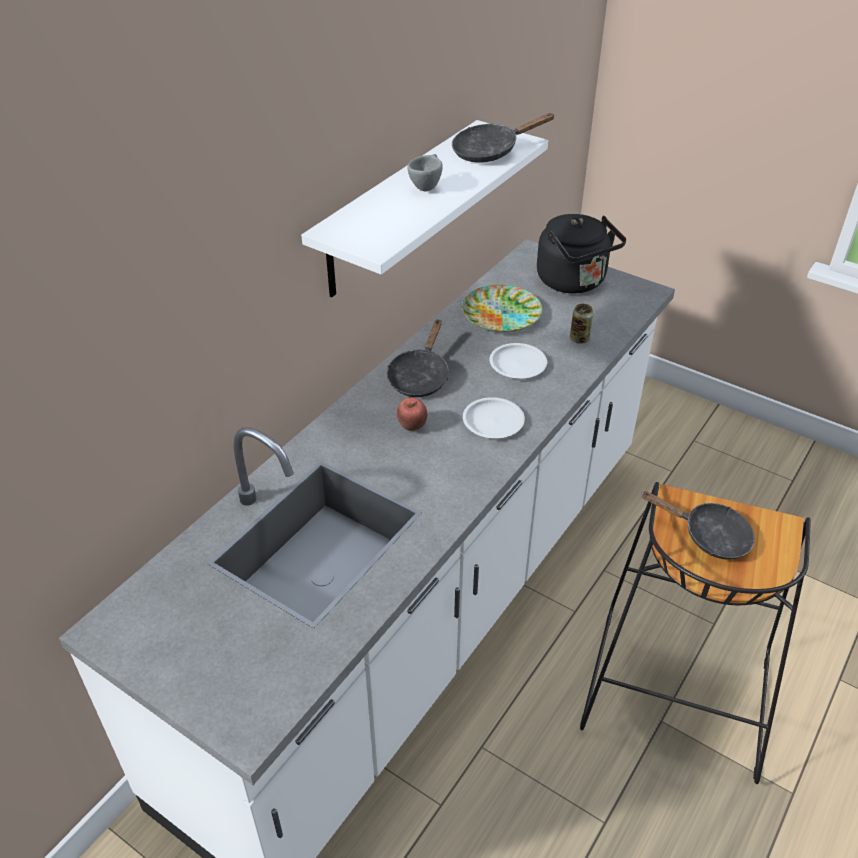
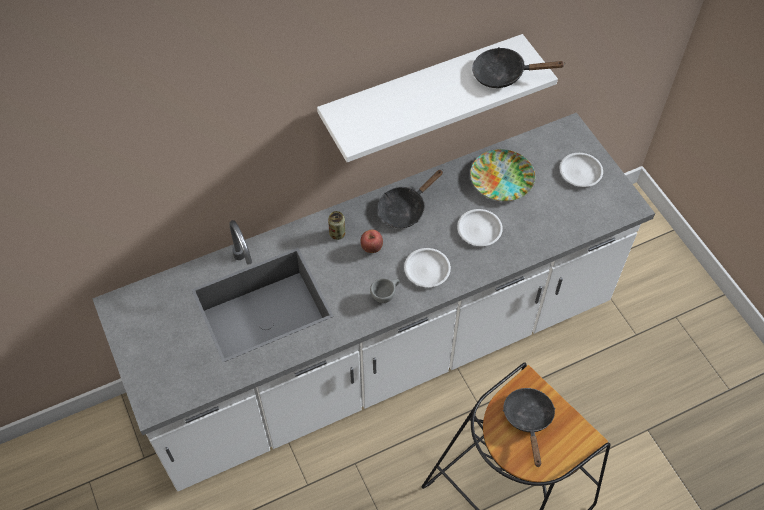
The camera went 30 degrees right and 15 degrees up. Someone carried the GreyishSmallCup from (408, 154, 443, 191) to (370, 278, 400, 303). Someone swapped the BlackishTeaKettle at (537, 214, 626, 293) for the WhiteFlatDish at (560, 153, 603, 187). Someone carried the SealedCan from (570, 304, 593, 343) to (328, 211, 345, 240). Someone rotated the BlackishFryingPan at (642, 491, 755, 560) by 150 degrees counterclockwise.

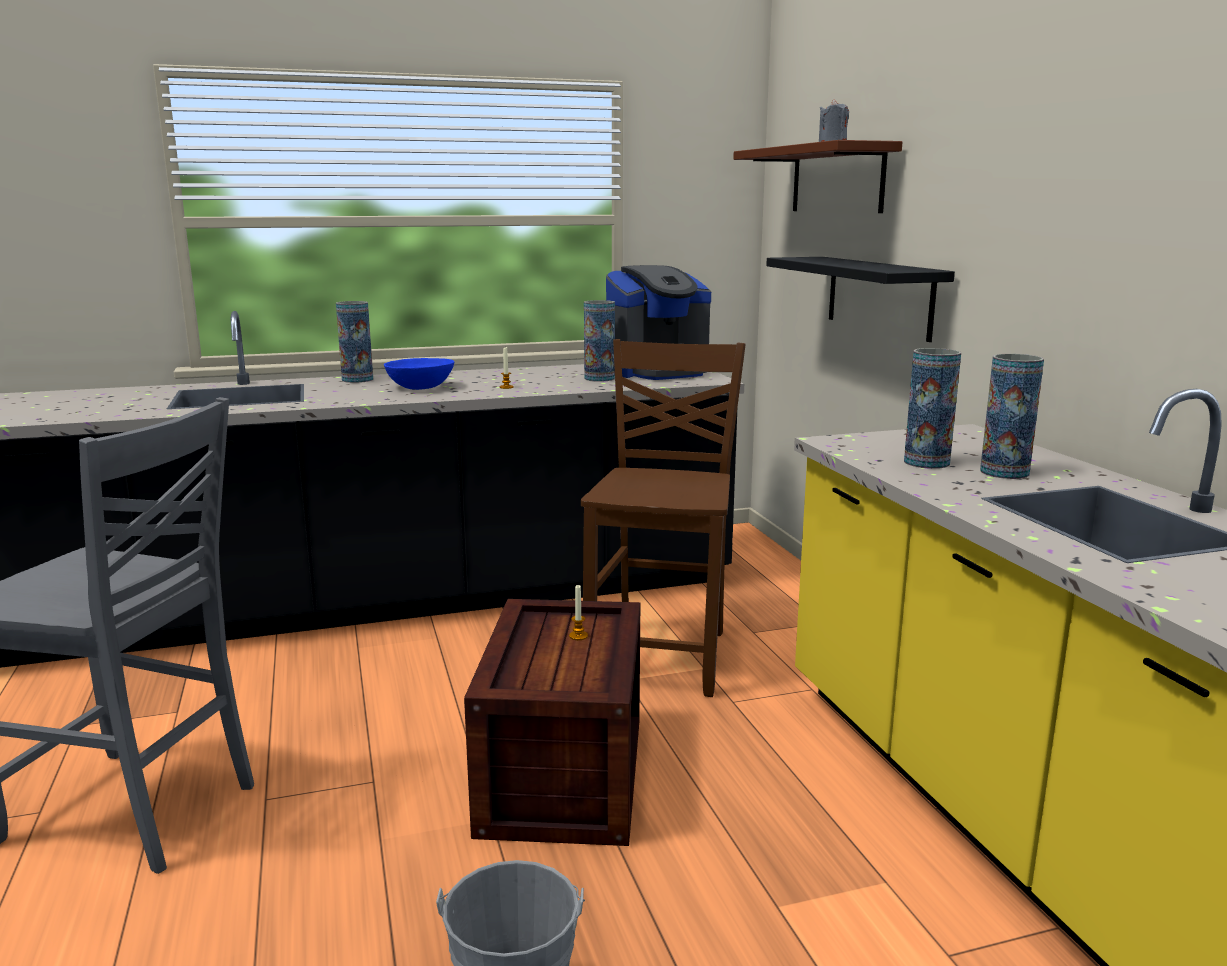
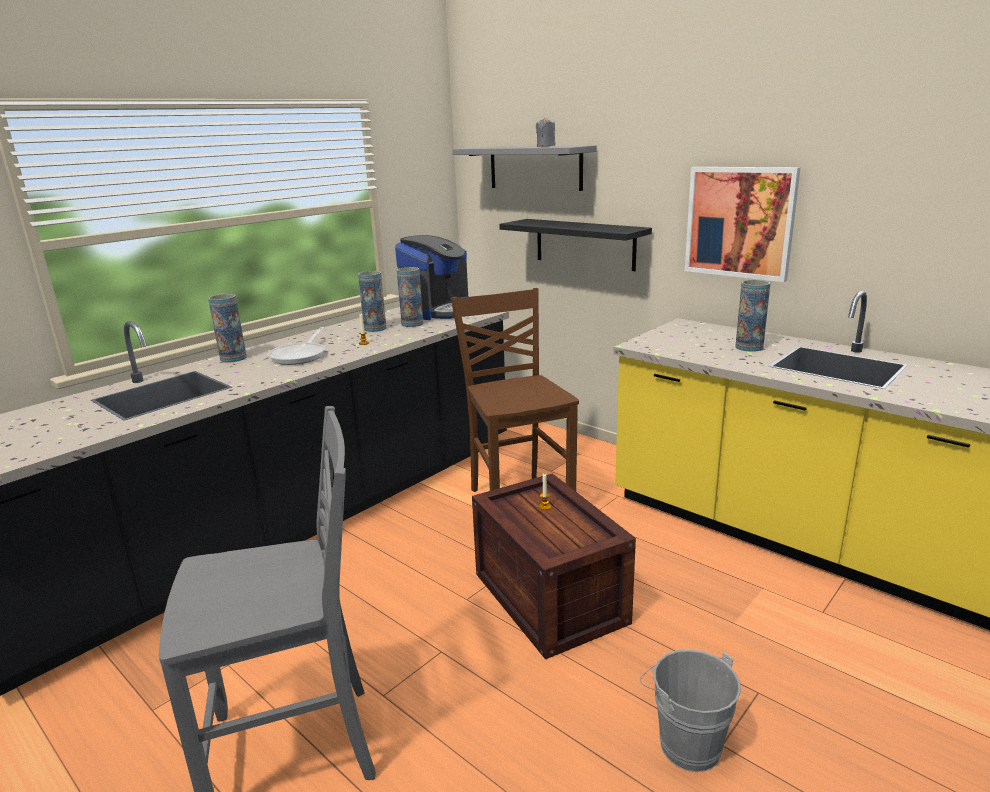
The camera went 30 degrees left and 5 degrees up. Someone repainted the BrownWallShelf at (733, 140, 902, 213), which became the GreyishWallShelf at (452, 145, 597, 191). Someone carried the Vase from (904, 348, 961, 469) to (358, 271, 386, 332). Someone swapped the BluishDeepDish at (384, 358, 454, 390) for the FryingPan at (268, 327, 325, 365). Someone put up the Picture at (685, 167, 801, 282).

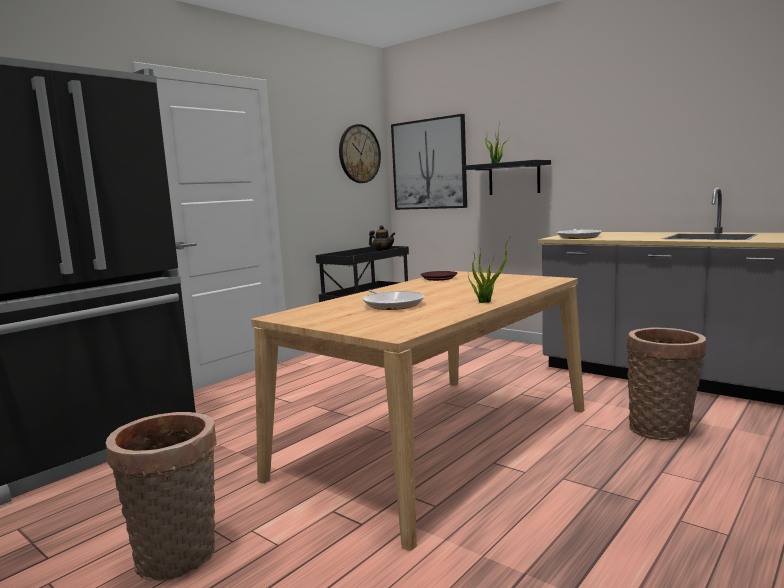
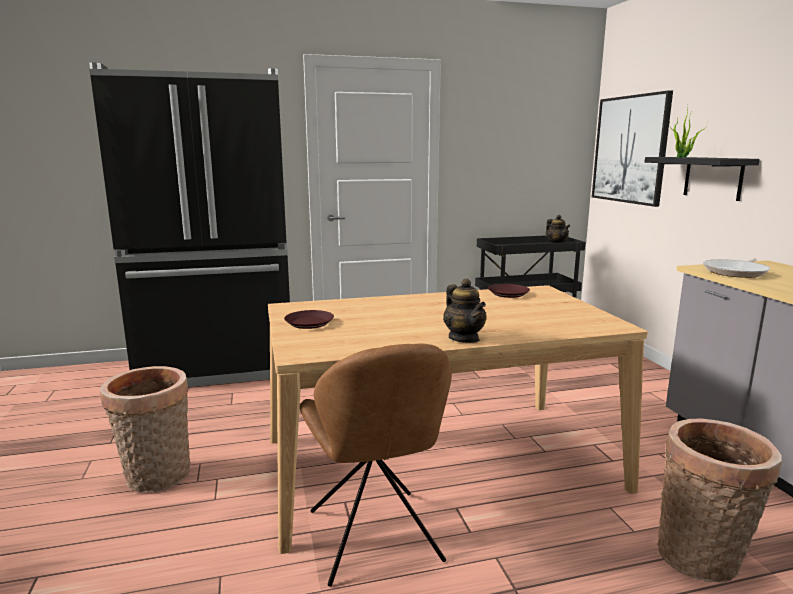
The camera went 35 degrees right and 5 degrees up. Someone took away the HangingClock at (339, 124, 381, 183). Someone swapped the PlantInAPot at (467, 235, 512, 303) for the PotForTea at (443, 279, 487, 343). Someone took away the FryingPan at (363, 289, 425, 310). Someone put down the BrownFlatDish at (284, 310, 334, 329). Someone put down the BrownChair at (300, 343, 452, 587).

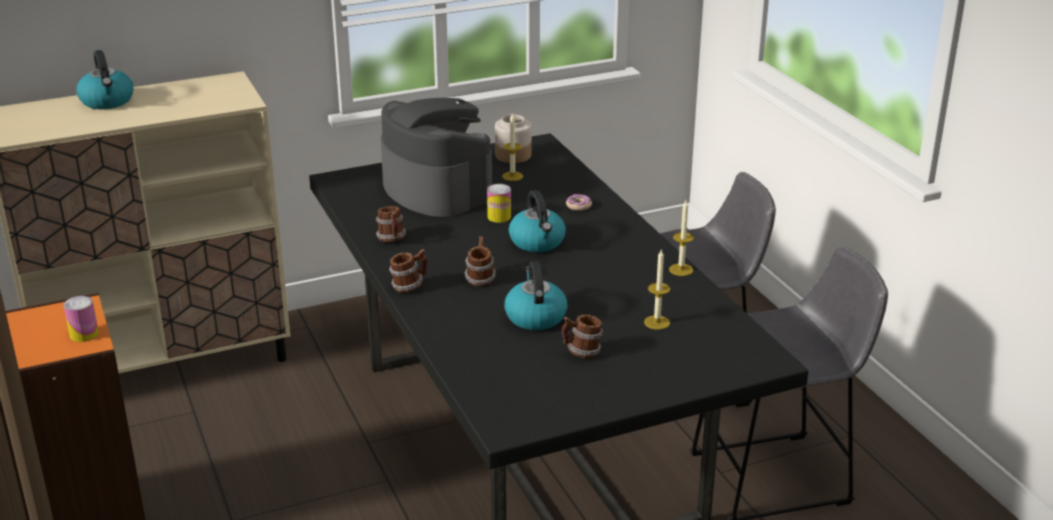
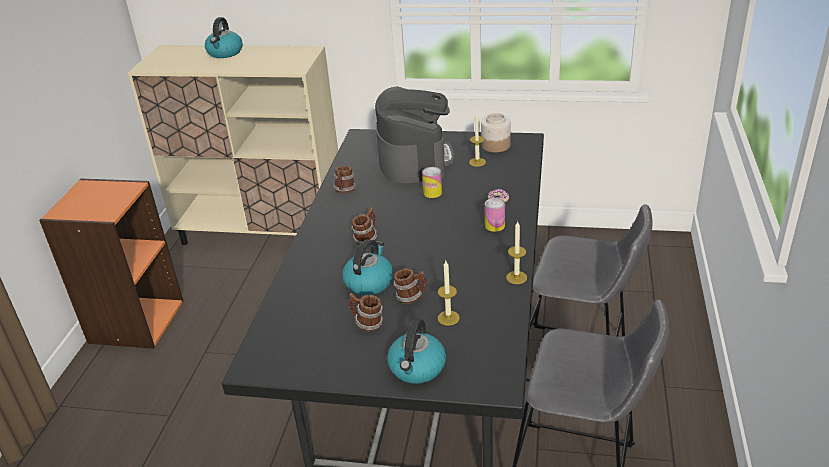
The camera went 35 degrees right and 5 degrees up. Someone carried the TeaKettle from (509, 190, 566, 252) to (387, 318, 446, 384). Someone carried the TeaMug from (389, 249, 428, 293) to (394, 268, 426, 304). Someone carried the SealedCan from (64, 296, 99, 342) to (485, 198, 505, 232).

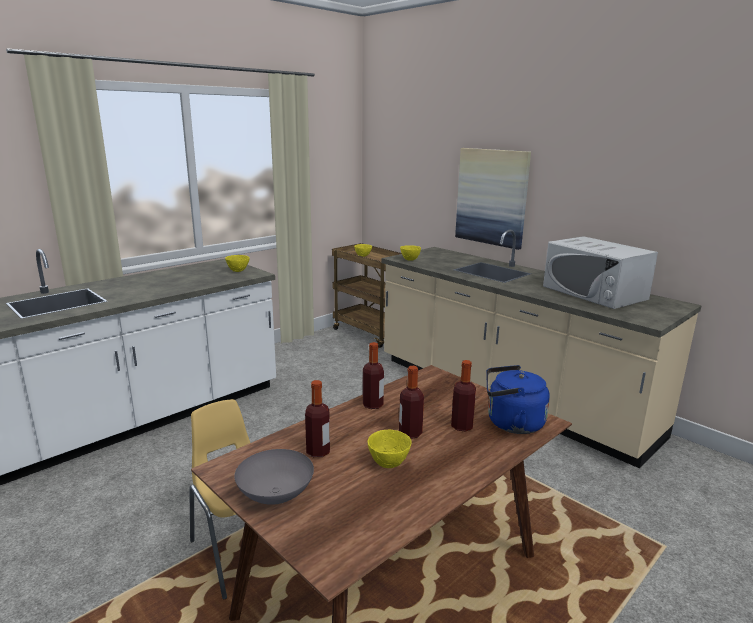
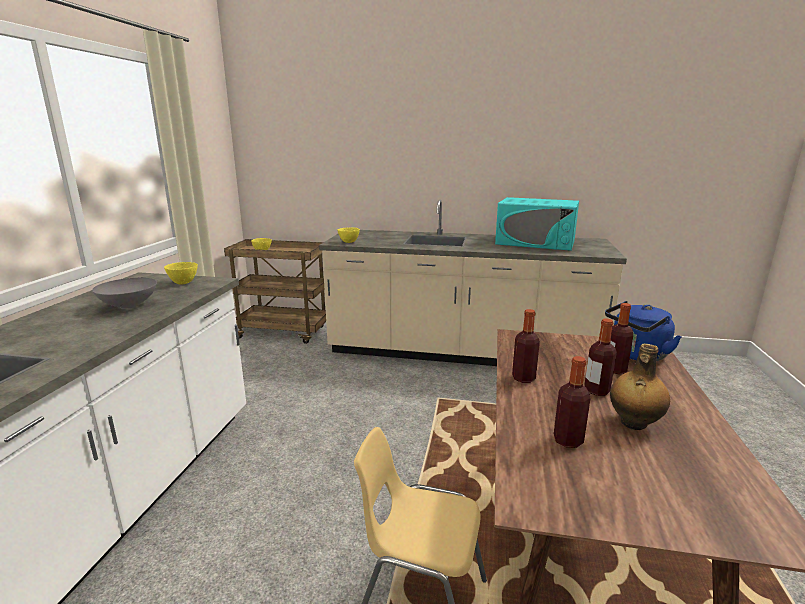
The camera went 35 degrees left and 0 degrees up. Someone took away the Picture at (455, 148, 531, 250). Someone repainted the WhiteKitchenMicrowave at (543, 236, 658, 309), which became the BlueGreenKitchenMicrowave at (495, 197, 579, 251). Someone swapped the YellowishDeepDish at (367, 430, 412, 468) for the BeverageBottle at (610, 343, 670, 430). Someone carried the GreyishDeepDish from (234, 449, 314, 505) to (92, 278, 157, 309).

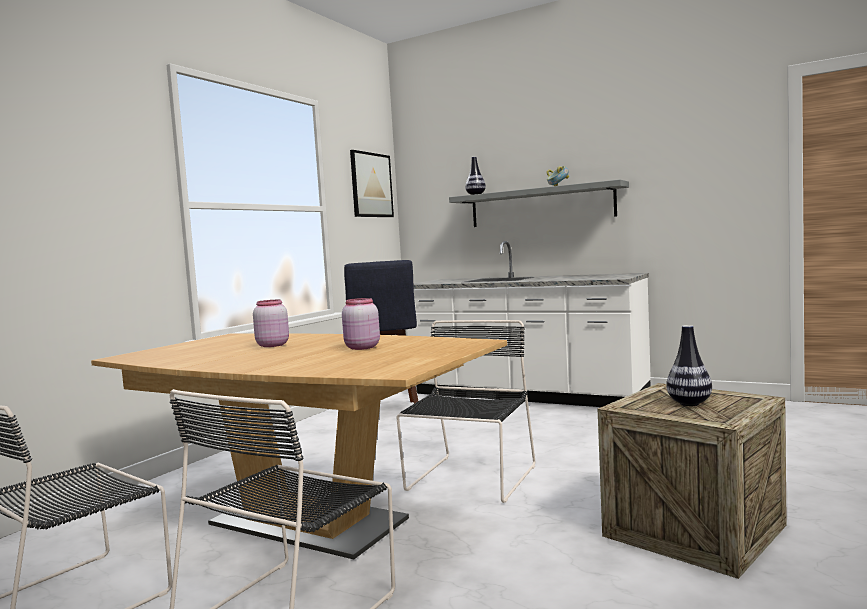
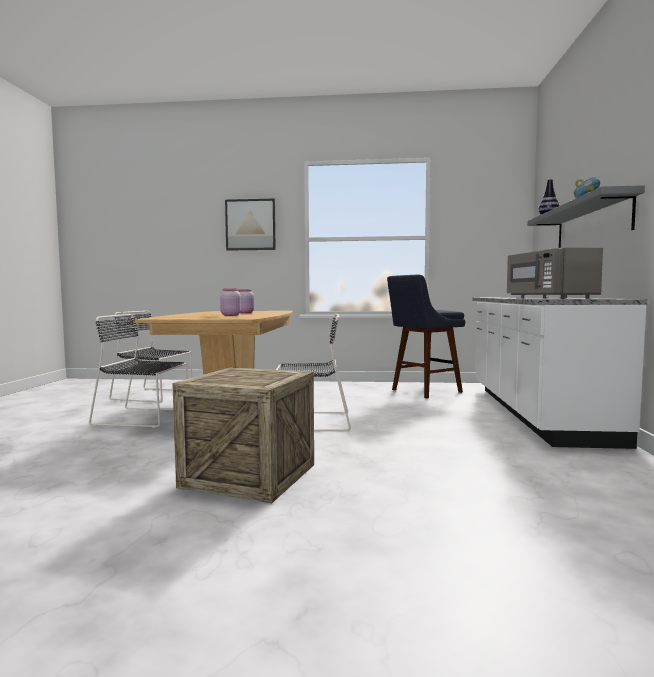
The camera went 65 degrees right and 0 degrees up. Someone carried the Picture from (350, 150, 394, 217) to (225, 199, 276, 251). Someone took away the Vase at (666, 325, 712, 406). Someone put down the GreyishKitchenMicrowave at (507, 247, 603, 299).

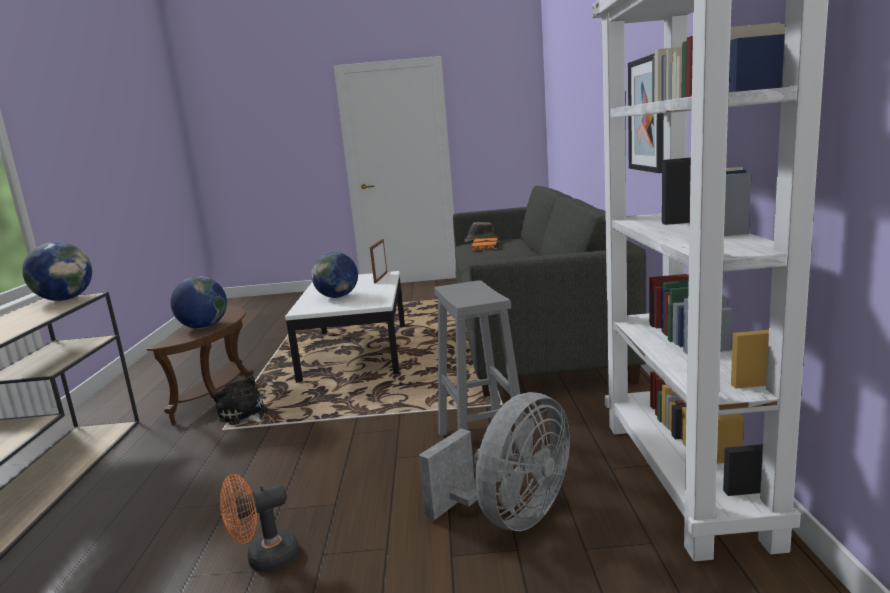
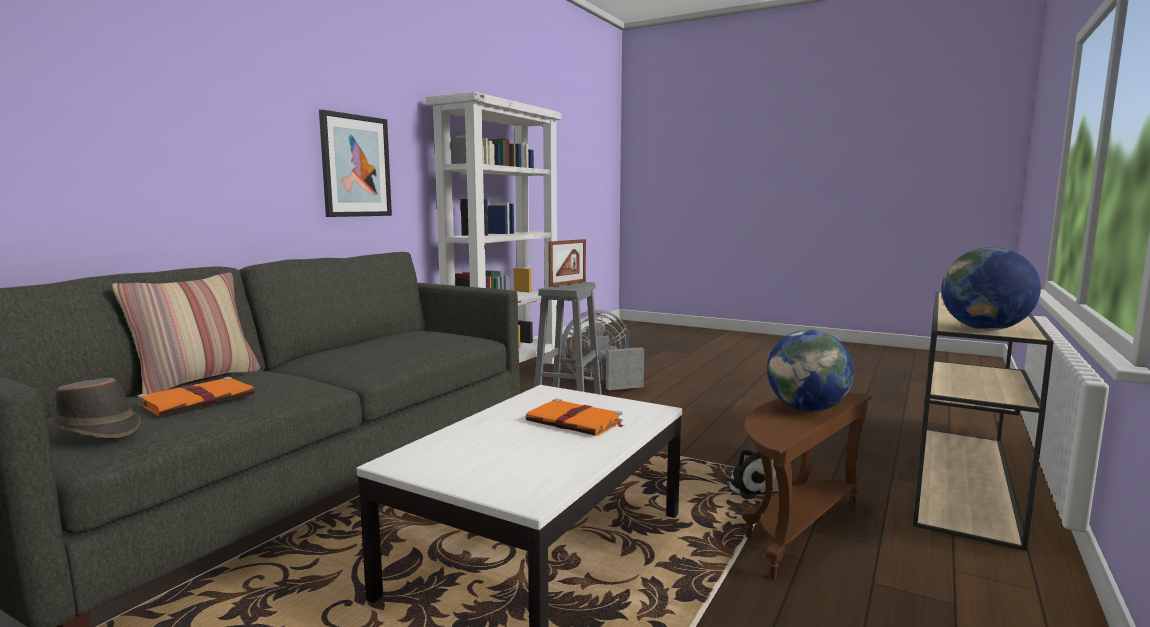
The camera went 150 degrees left and 5 degrees down. Someone carried the StandingFrame from (370, 239, 387, 283) to (548, 239, 586, 287). Someone swapped the DeskGlobe at (311, 252, 358, 298) for the OrangeColouredBoundBook at (526, 399, 625, 436). Someone took away the OrangeColouredElectricFan at (220, 474, 299, 572). Someone put down the ThrowPillow at (112, 272, 260, 394).

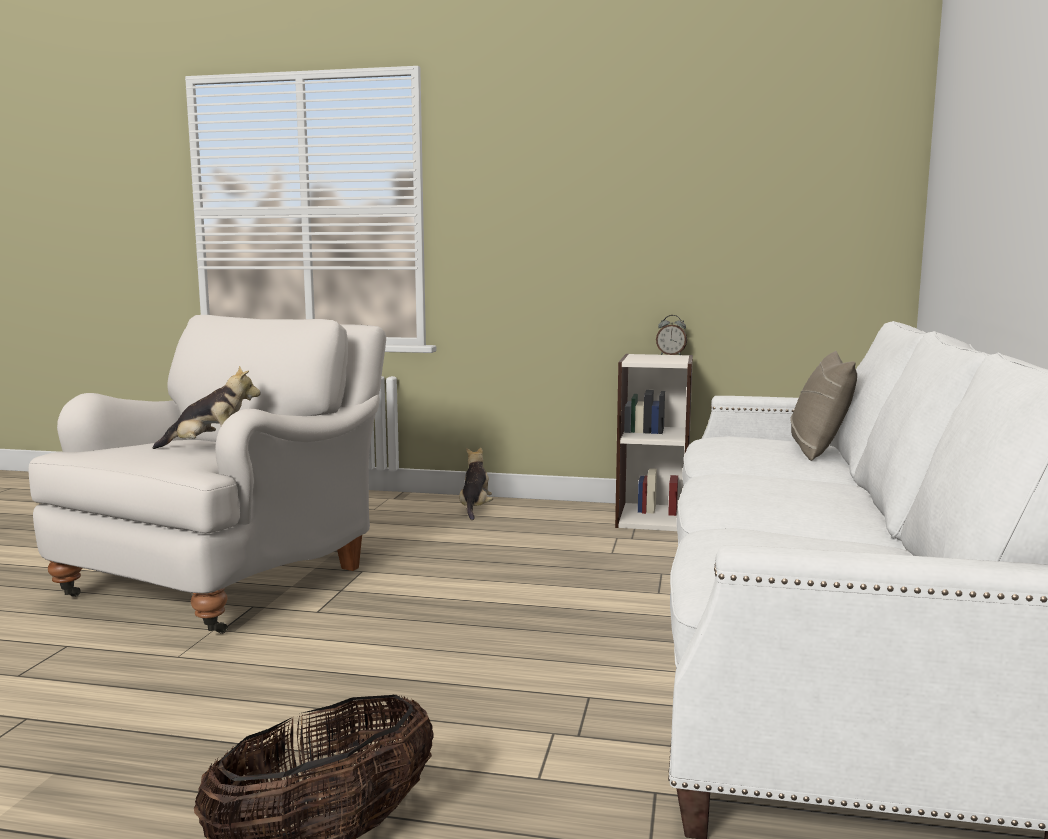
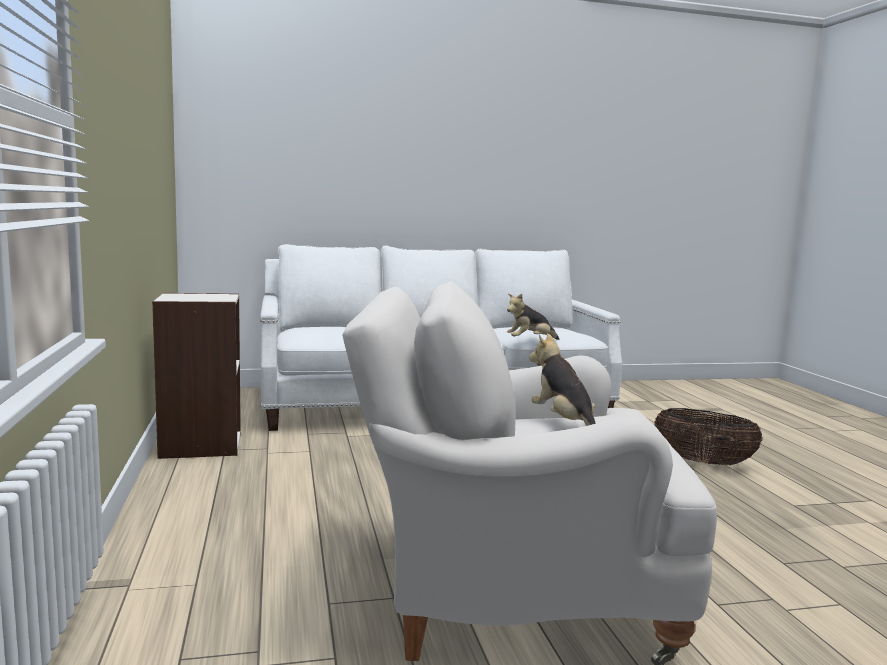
The camera went 115 degrees left and 0 degrees up. Someone took away the BedsideClock at (656, 315, 687, 356). Someone took away the BeigeThrowPillow at (790, 351, 857, 461). Someone carried the PlushToy from (459, 447, 493, 520) to (507, 294, 559, 340).

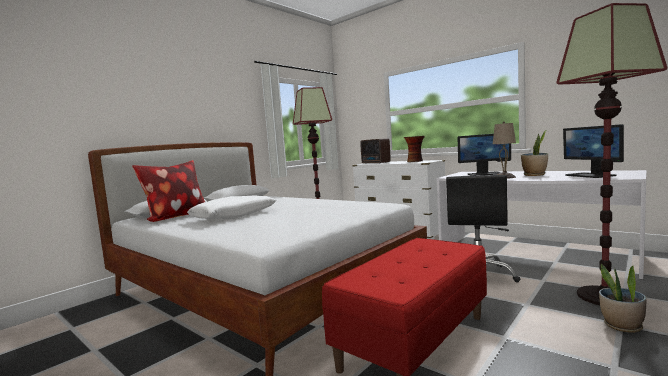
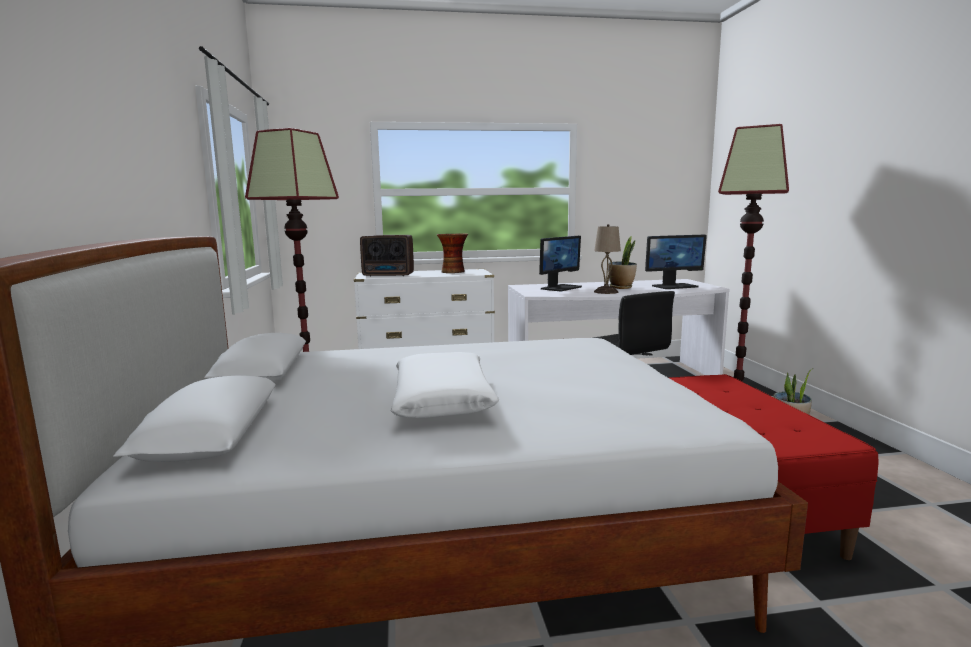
The camera went 50 degrees left and 5 degrees up. Someone rotated the ComputerDisplay at (563, 124, 624, 178) by 45 degrees counterclockwise. Someone took away the ThrowPillow at (132, 160, 205, 222).

